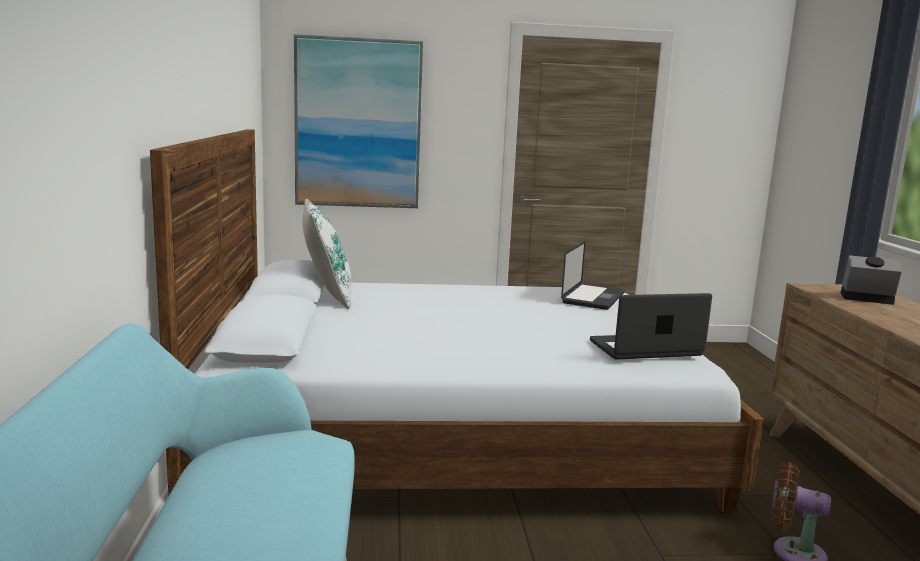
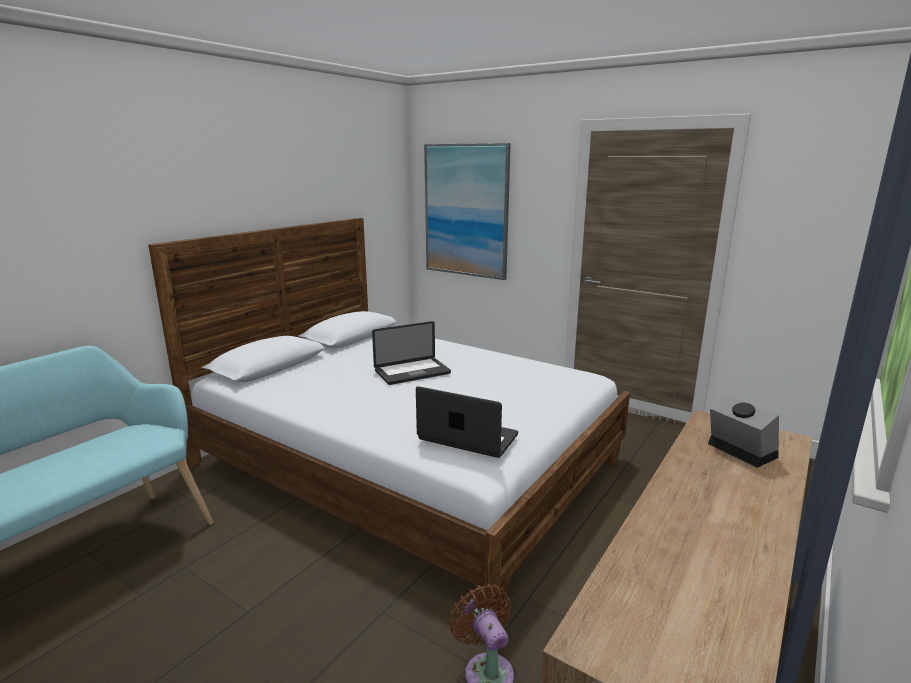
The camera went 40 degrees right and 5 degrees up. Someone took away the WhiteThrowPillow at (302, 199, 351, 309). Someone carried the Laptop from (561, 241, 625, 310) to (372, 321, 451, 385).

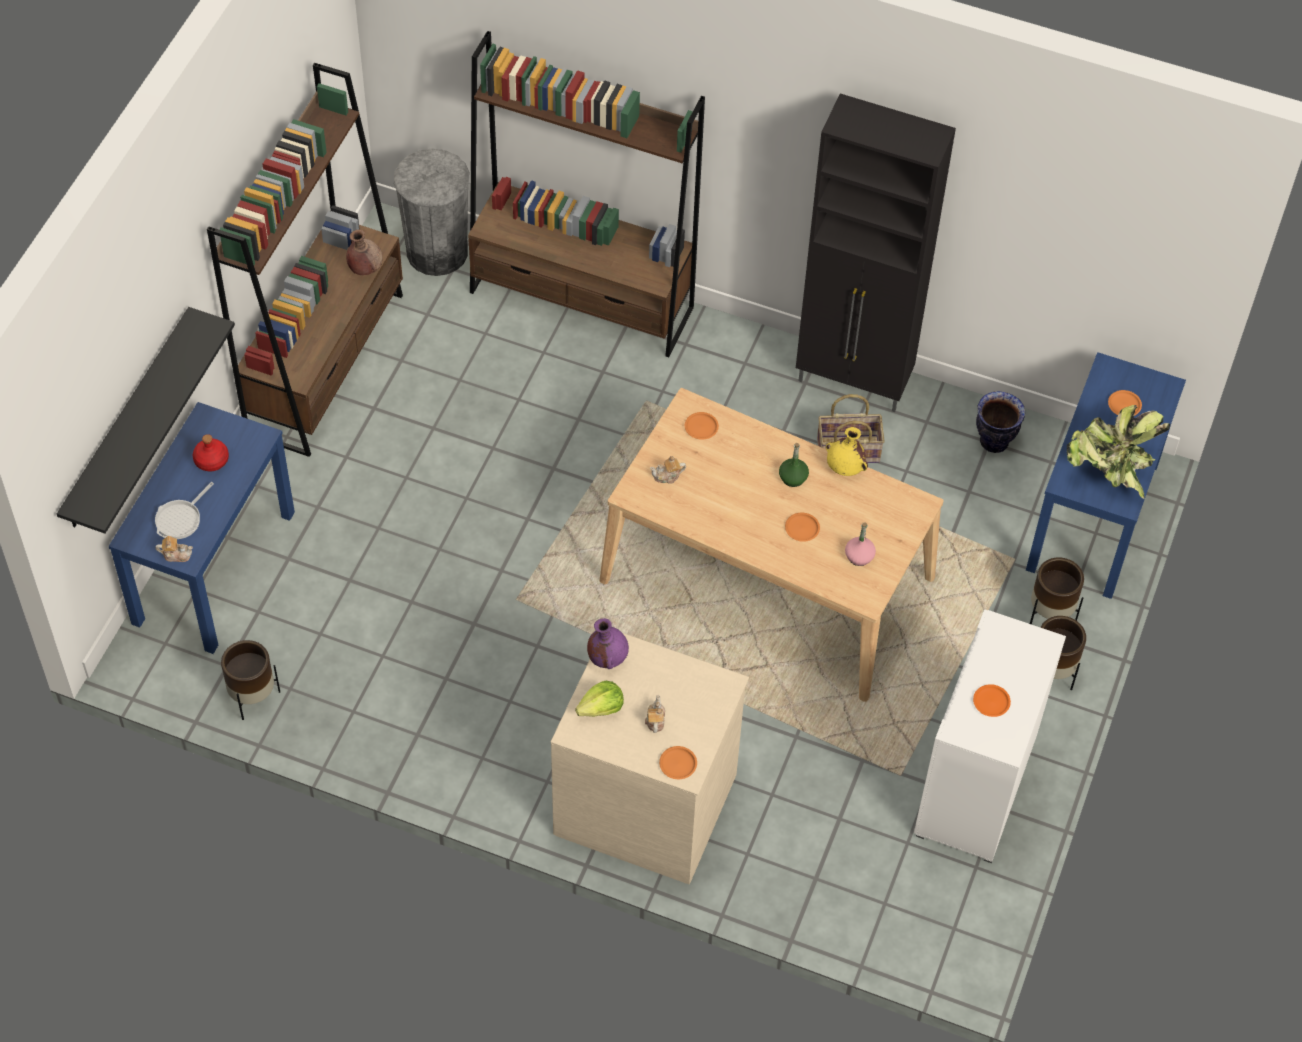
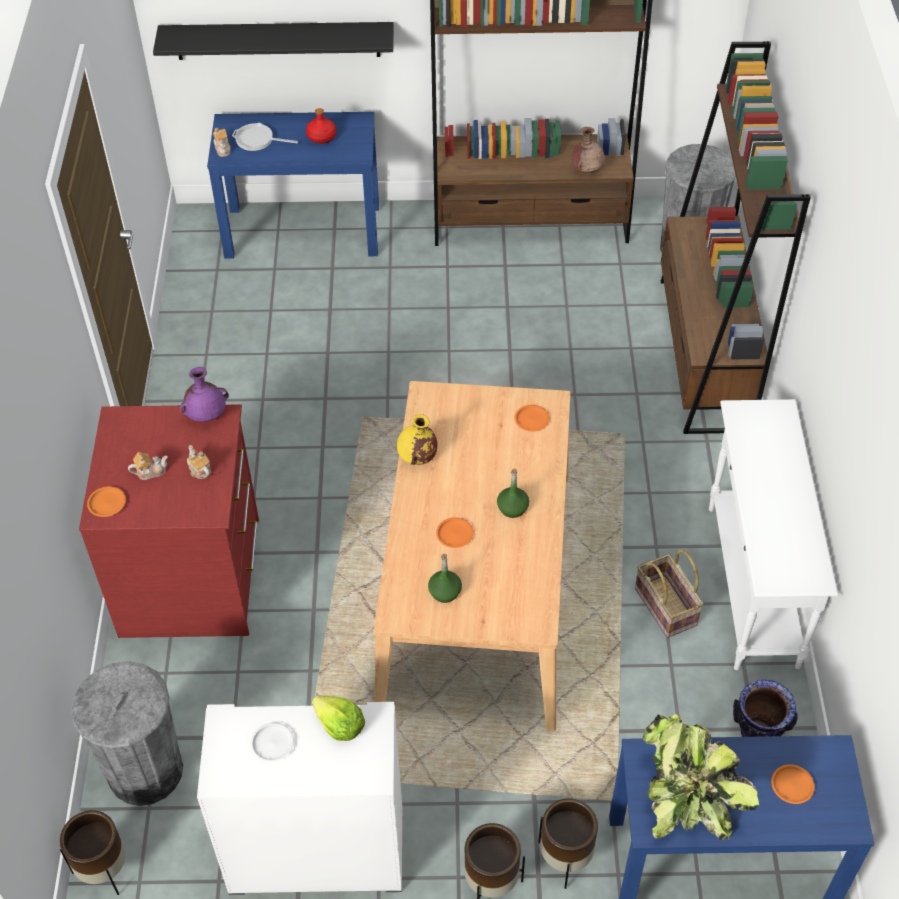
The camera went 70 degrees right and 5 degrees down. Someone swapped the BlackishCupboard at (796, 94, 956, 412) for the WhiteHallTable at (709, 399, 838, 670). Someone carried the YellowishVase from (826, 427, 868, 476) to (397, 414, 438, 465). Someone carried the PotForTea from (650, 456, 686, 484) to (187, 445, 211, 479). Someone repainted the PinkBeverageBottle at (845, 522, 876, 566), which became the GreenishBeverageBottle at (428, 554, 462, 603). Someone repainted the BeigeDrawerChest at (551, 633, 749, 884), which became the ReddishDrawerChest at (79, 404, 259, 638). Someone carried the BrownPlantPot from (221, 640, 280, 720) to (60, 810, 126, 895). Someone carried the Lettuce from (575, 681, 624, 717) to (312, 695, 365, 741). Someone repainted the OrangeColouredFlatDish at (973, 684, 1011, 717), which became the WhiteFlatDish at (250, 722, 294, 762). Someone put down the GreyishWasteBin at (71, 661, 183, 806).

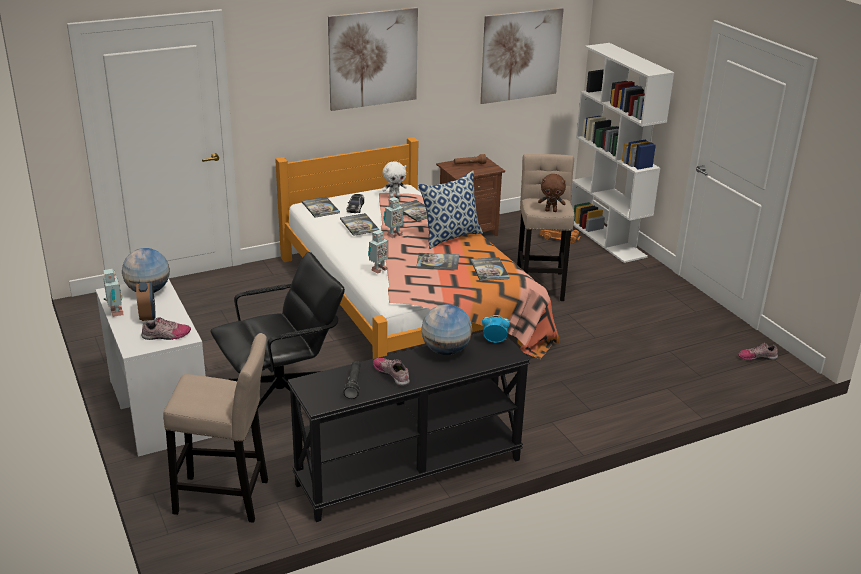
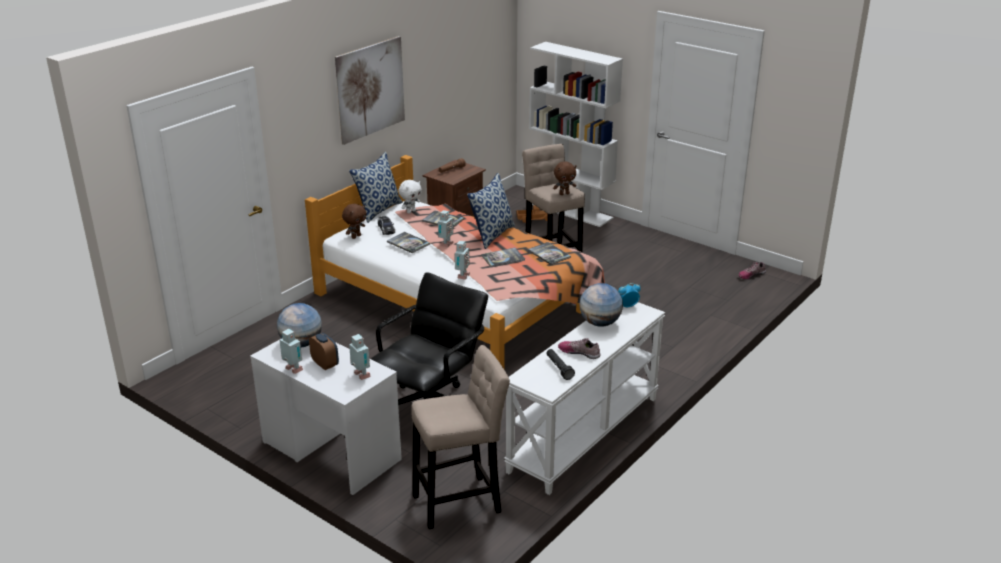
The camera went 25 degrees left and 0 degrees up. Someone took away the Picture at (480, 8, 564, 104). Someone swapped the BoundBook at (302, 197, 340, 218) for the BrownPlushToy at (342, 204, 366, 239). Someone swapped the Shoe at (141, 317, 191, 340) for the ToyRobot at (349, 334, 371, 380). Someone repainted the BlackishHallTable at (288, 332, 530, 522), which became the WhiteHallTable at (504, 302, 665, 495). Someone put down the ThrowPillow at (349, 152, 403, 223).

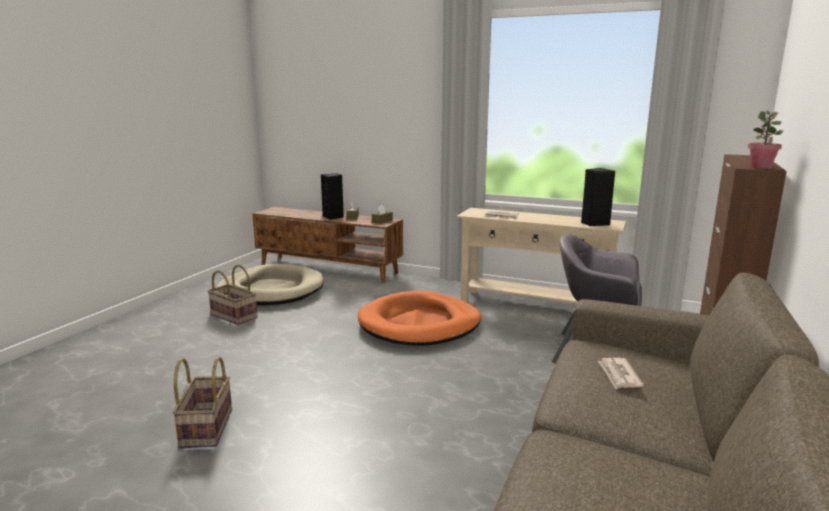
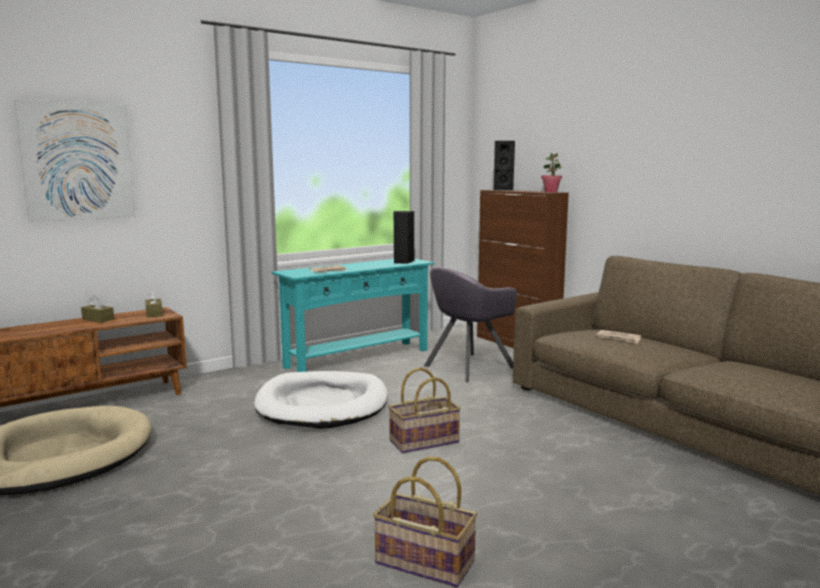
The camera went 60 degrees left and 5 degrees down. Someone carried the BlackishSpeaker from (321, 174, 344, 220) to (494, 141, 515, 190). Someone repainted the BeigeHallTable at (457, 208, 626, 303), which became the BlueGreenHallTable at (271, 259, 435, 372). Someone carried the HouseholdBasket from (207, 265, 258, 325) to (388, 367, 461, 453). Someone repainted the OrangeColouredDogBed at (358, 291, 481, 346), which became the WhiteDogBed at (254, 371, 388, 429). Someone put up the Picture at (14, 99, 136, 222).

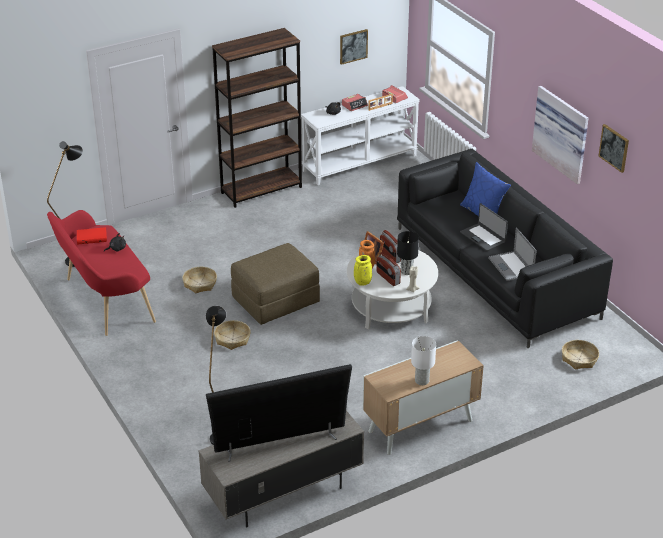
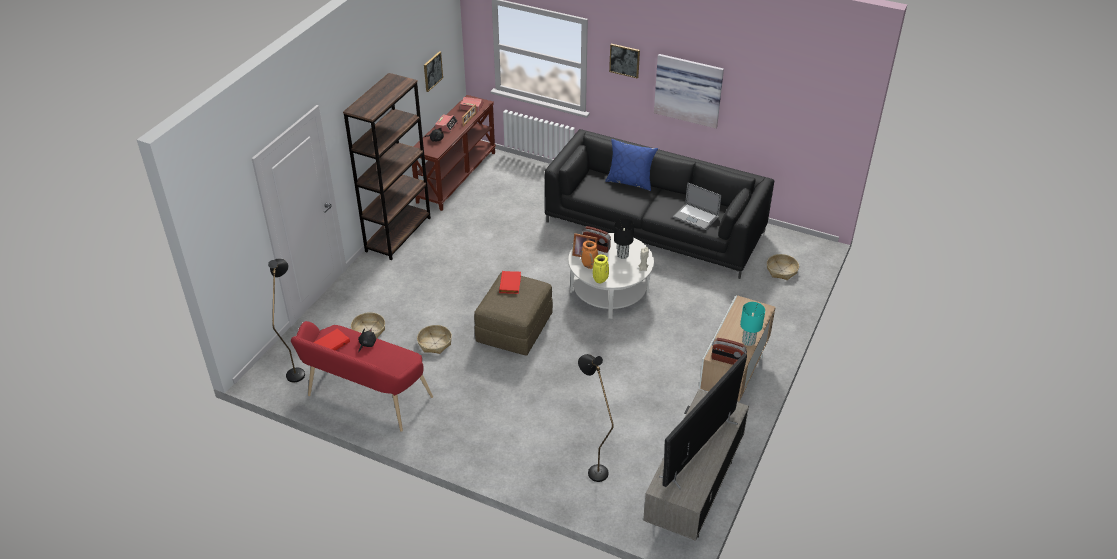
The camera went 35 degrees left and 5 degrees up. Someone repainted the WhiteHallTable at (301, 86, 420, 185), which became the BrownHallTable at (412, 95, 496, 211). Someone carried the Picture from (598, 124, 629, 173) to (609, 44, 640, 79). Someone took away the Laptop at (460, 203, 508, 251). Someone carried the RadioSet from (376, 252, 401, 286) to (711, 338, 747, 365). Someone carried the HouseholdBasket from (214, 320, 251, 350) to (351, 312, 385, 338). Someone repainted the WhiteTableLamp at (411, 336, 436, 385), which became the BlueGreenTableLamp at (740, 302, 765, 346). Someone put down the ReddishBoundBook at (499, 271, 521, 294).

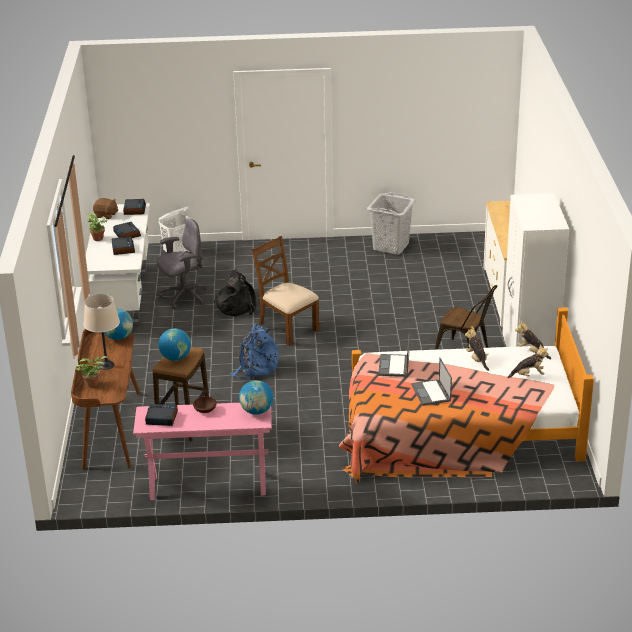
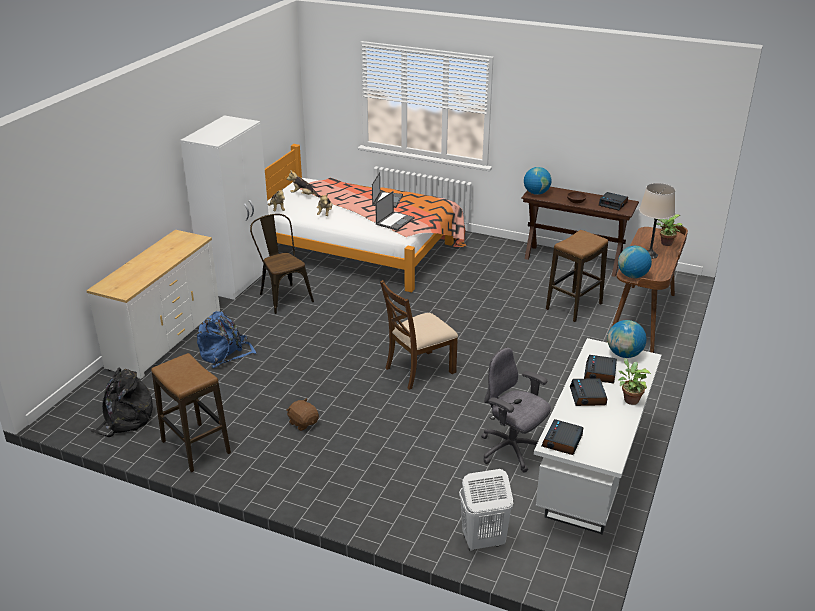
The camera went 155 degrees left and 0 degrees up. Someone swapped the GreyishWashingBasket at (367, 192, 416, 255) for the Stool at (151, 353, 231, 472). Someone carried the BrownPlushToy from (93, 198, 118, 219) to (286, 398, 319, 431). Someone rotated the GreyishDeskChair at (157, 219, 207, 309) by 45 degrees clockwise. Someone rotated the BrownChair at (252, 236, 319, 346) by 75 degrees clockwise. Someone carried the BlackishRucksack from (214, 269, 256, 317) to (91, 368, 153, 437). Someone carried the BluishRucksack from (229, 323, 279, 380) to (197, 311, 256, 368). Someone carried the DeskGlobe from (158, 328, 191, 361) to (607, 320, 646, 358). Someone repainted the PinkHallTable at (133, 403, 272, 500), which became the BrownHallTable at (521, 187, 639, 277).

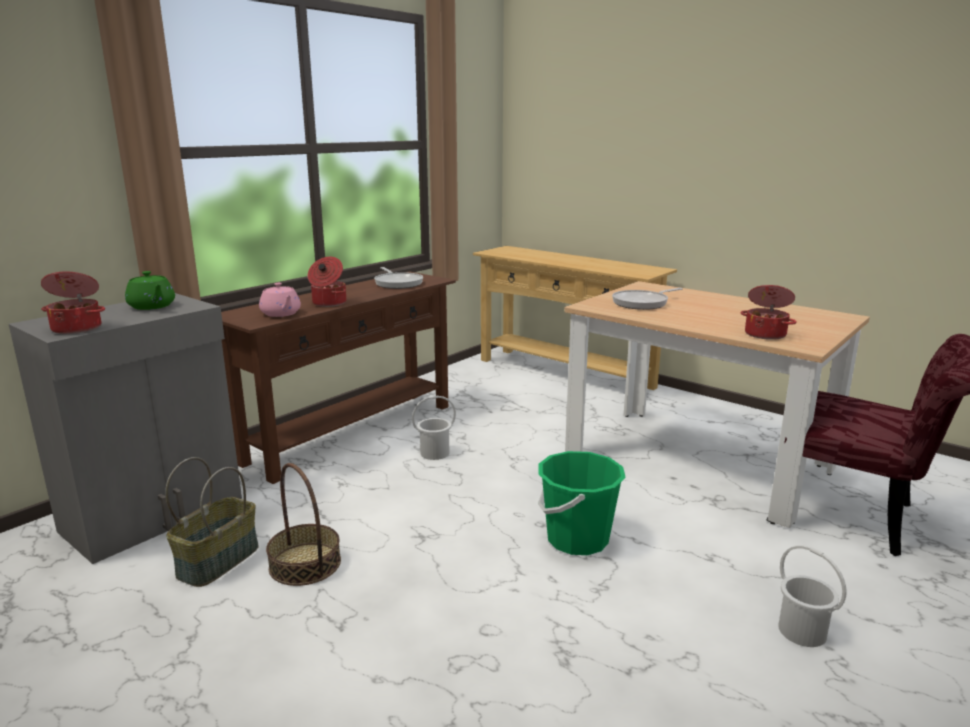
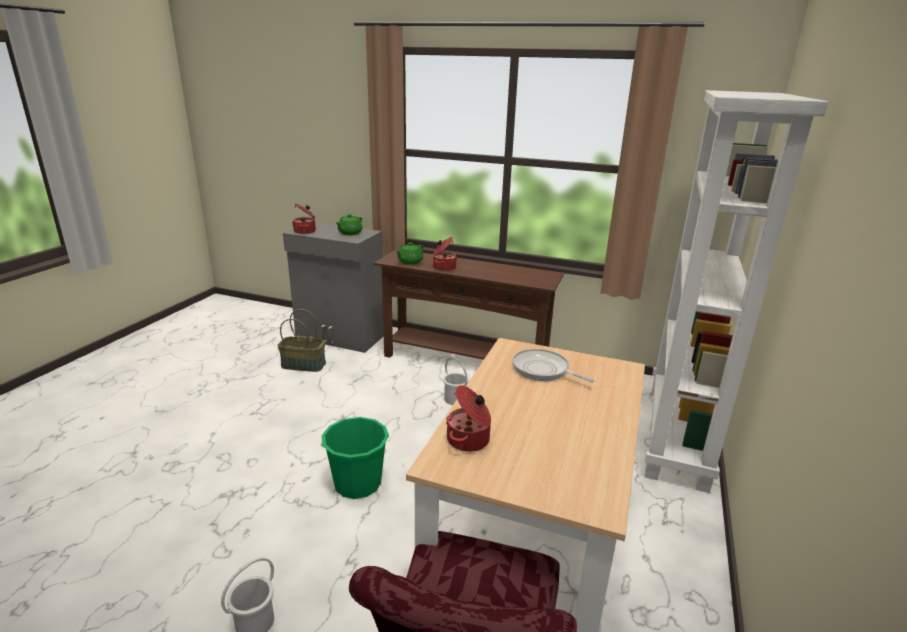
The camera went 70 degrees right and 5 degrees up. Someone swapped the BeigeHallTable at (473, 246, 677, 390) for the WhiteBookshelf at (645, 90, 828, 493). Someone took away the FryingPan at (374, 267, 423, 289). Someone repainted the PinkPotForTea at (259, 283, 301, 317), which became the GreenishPotForTea at (396, 242, 423, 265). Someone took away the HouseholdBasket at (266, 463, 341, 586).

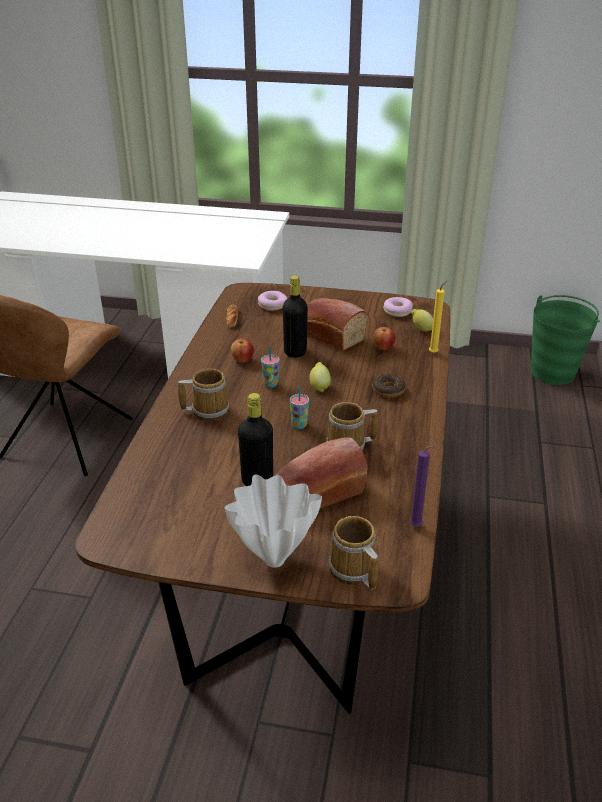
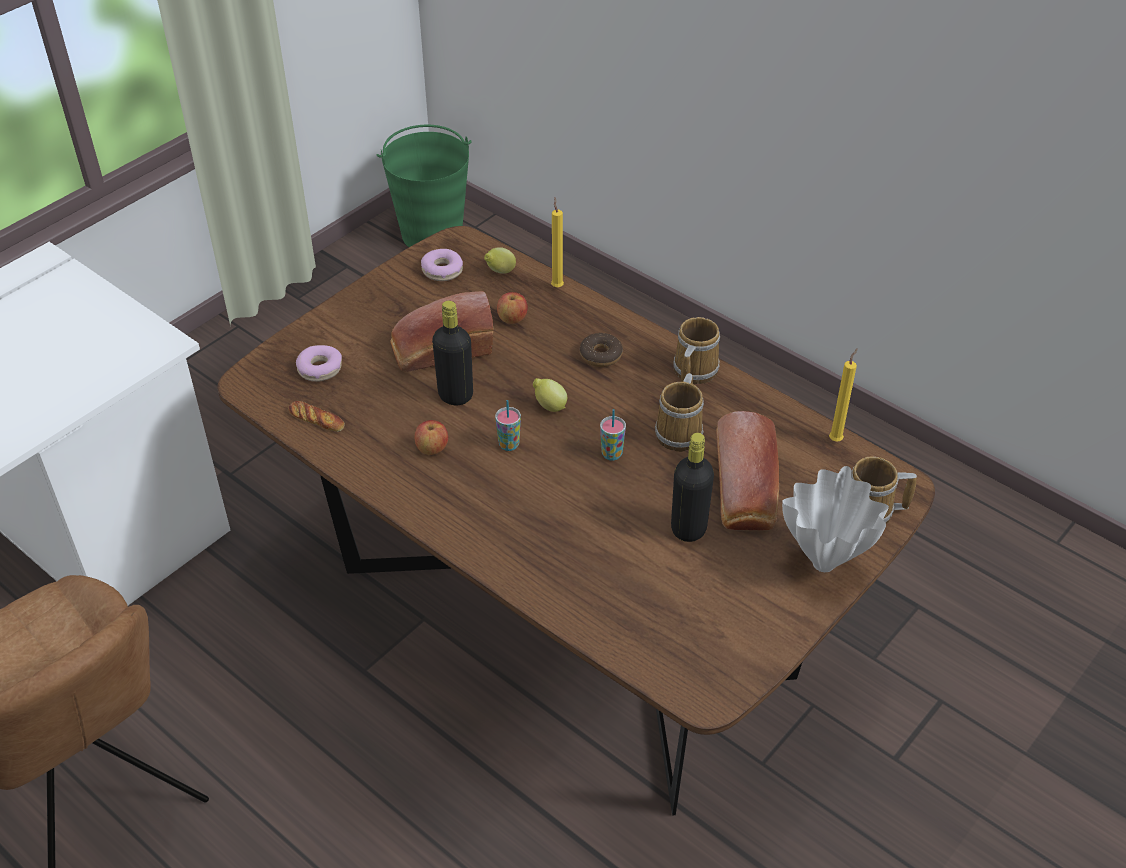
The camera went 60 degrees left and 10 degrees up. Someone carried the TeaMug from (178, 368, 229, 422) to (673, 317, 720, 384). Someone repainted the PurpleCandle at (410, 444, 437, 527), which became the YellowishCandle at (829, 348, 858, 442).

